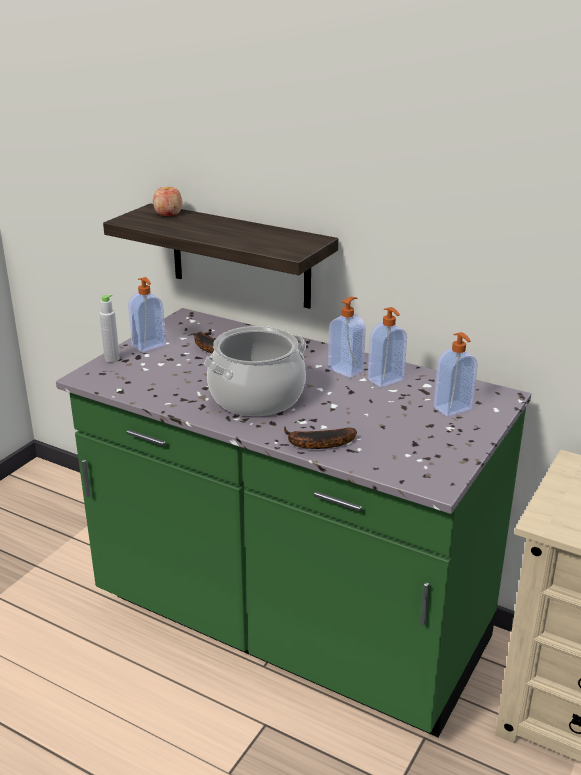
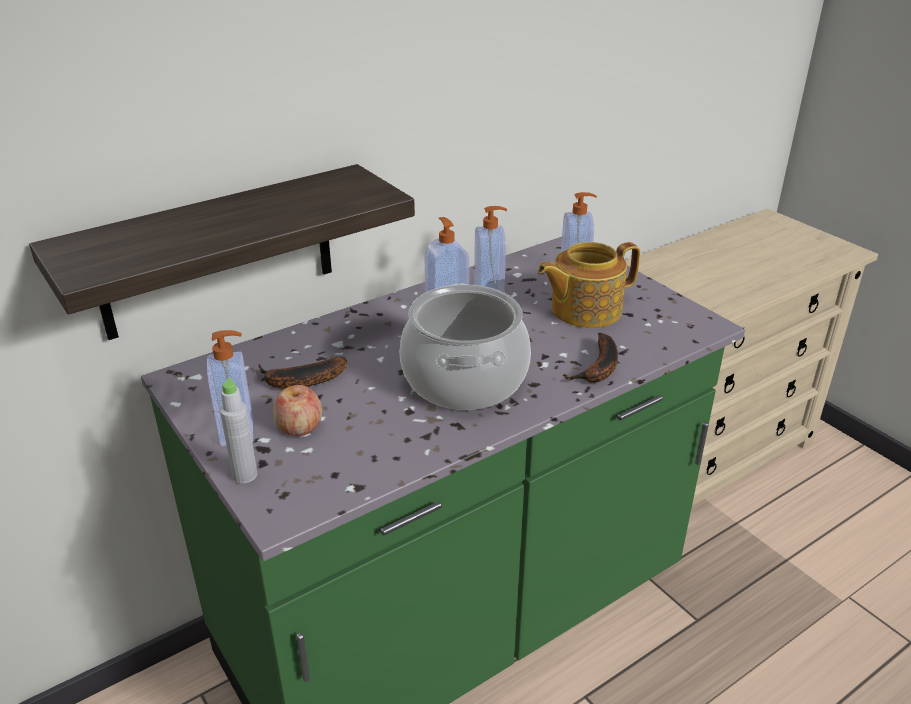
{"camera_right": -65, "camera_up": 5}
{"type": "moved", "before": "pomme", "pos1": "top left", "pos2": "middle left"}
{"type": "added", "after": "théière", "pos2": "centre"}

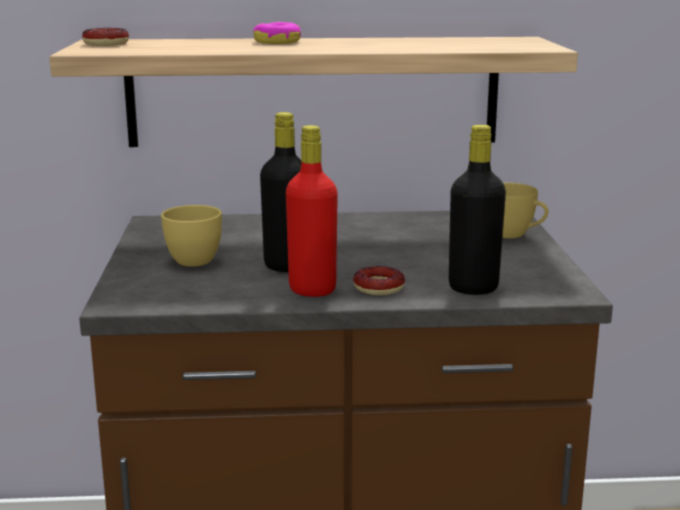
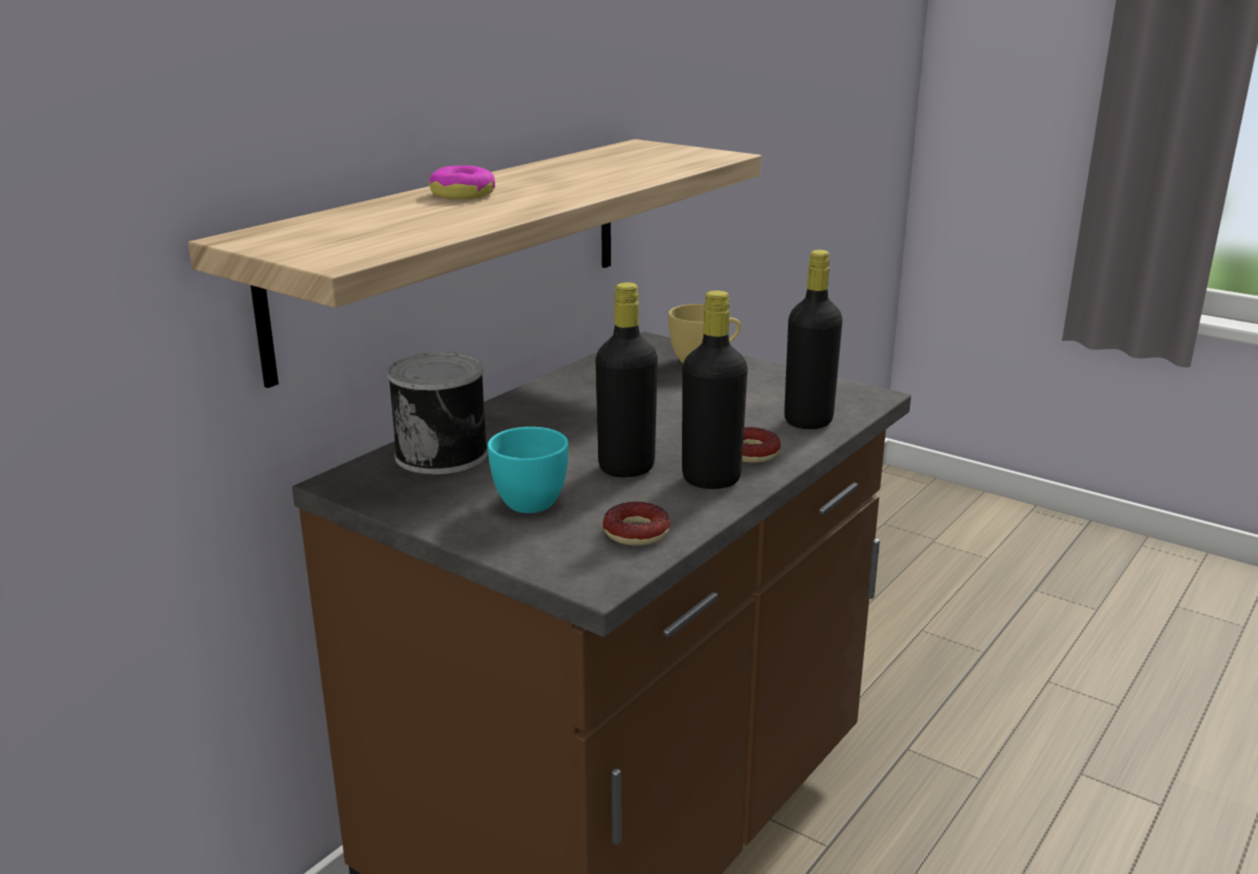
{"camera_right": -50, "camera_up": 5}
{"type": "moved", "before": "beignet (1st from left in the first image)", "after": "beignet (2nd from left)", "pos1": "top left", "pos2": "centre"}
{"type": "recoloured", "before": "tasse (jaune) (1st from left)", "after": "tasse (turquoise)", "pos1": "middle left", "pos2": "centre"}
{"type": "recoloured", "before": "bouteille (rouge)", "after": "bouteille (noir) (2nd from left)", "pos1": "centre", "pos2": "centre"}
{"type": "added", "after": "boîte métallique", "pos2": "centre"}

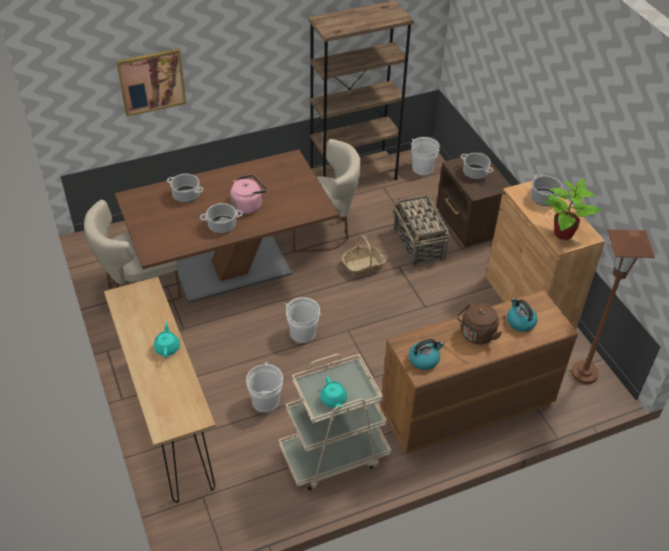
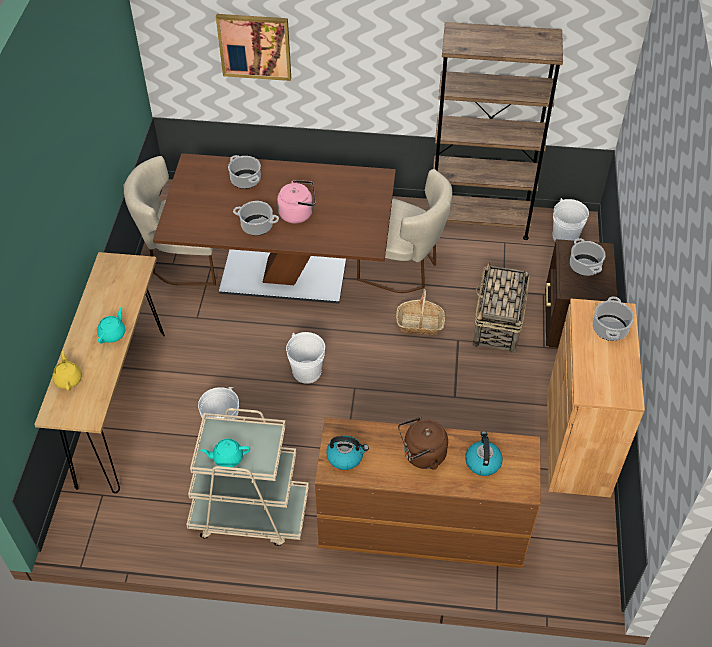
{"camera_right": 30, "camera_up": 5}
{"type": "turned", "before": "théière (turquoise) (2nd from left)", "pos1": "bottom centre", "pos2": "bottom left", "turn": 75}
{"type": "removed", "before": "plante en pot", "pos1": "middle right"}
{"type": "removed", "before": "lampadaire (marron)", "pos1": "middle right"}
{"type": "added", "after": "théière (jaune)", "pos2": "middle left"}

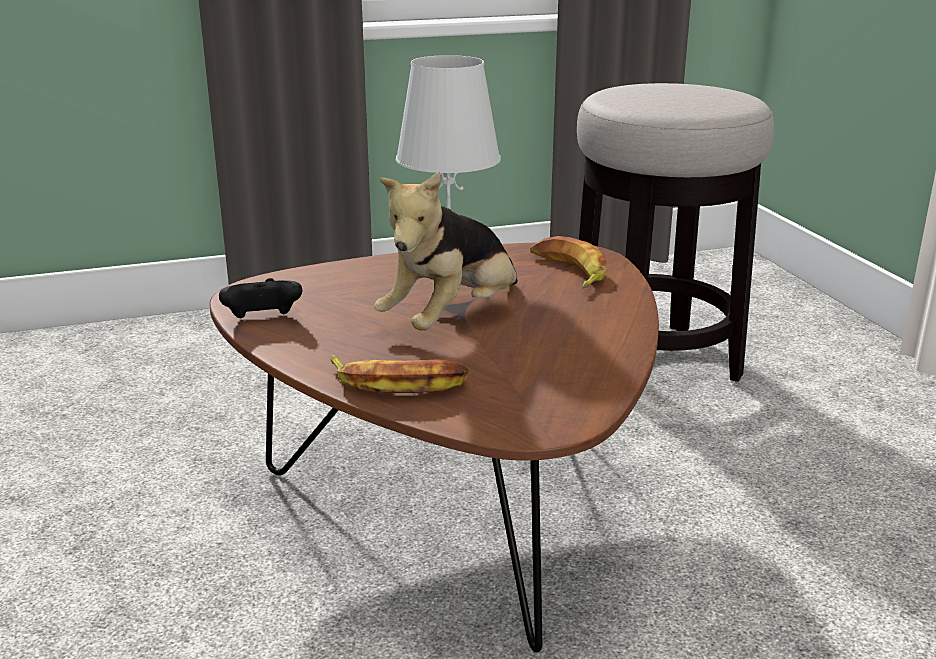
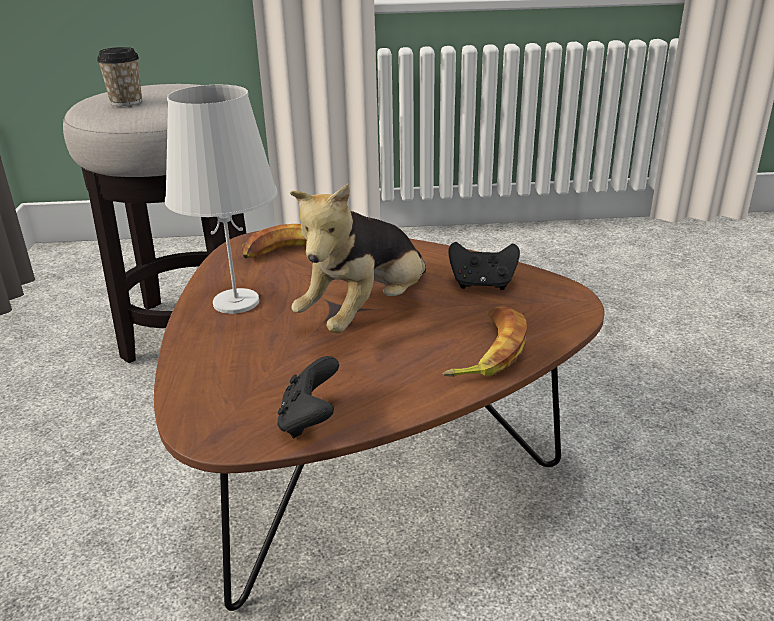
{"camera_right": -75, "camera_up": 5}
{"type": "turned", "before": "peluche", "pos1": "centre", "pos2": "centre", "turn": 75}
{"type": "added", "after": "tasse", "pos2": "top left"}
{"type": "added", "after": "manette (noir) (2nd from left)", "pos2": "centre"}

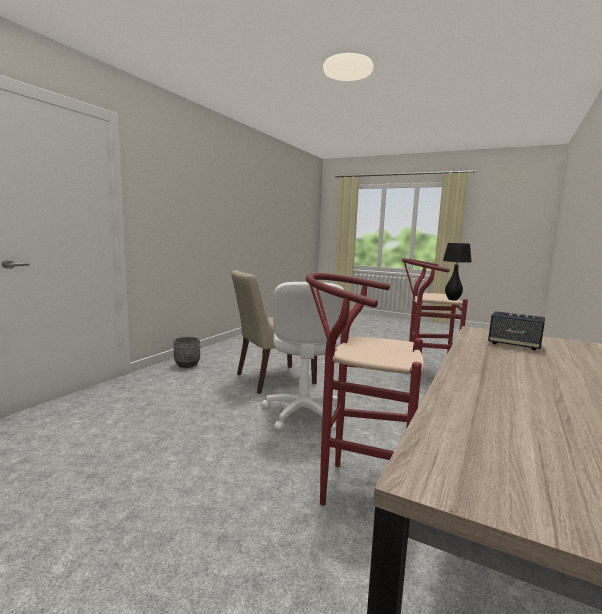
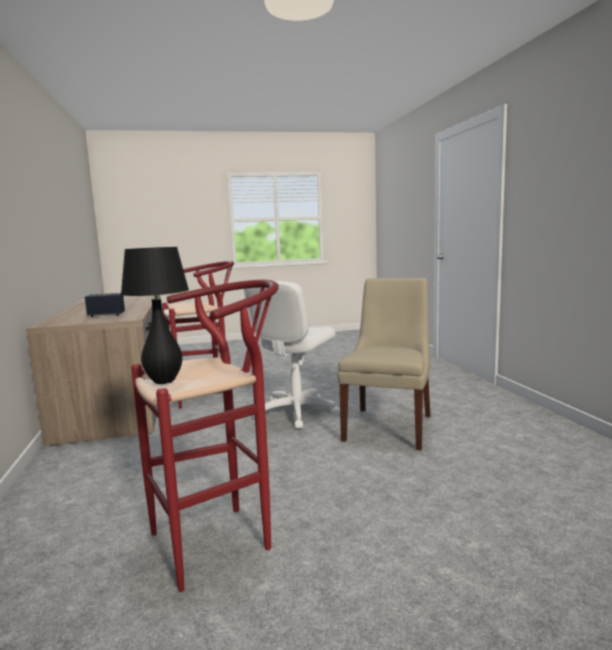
{"camera_right": 140, "camera_up": 0}
{"type": "removed", "before": "cache-pot (gris)", "pos1": "middle left"}
{"type": "turned", "before": "chaise de bureau (blanc)", "pos1": "centre", "pos2": "centre", "turn": -105}

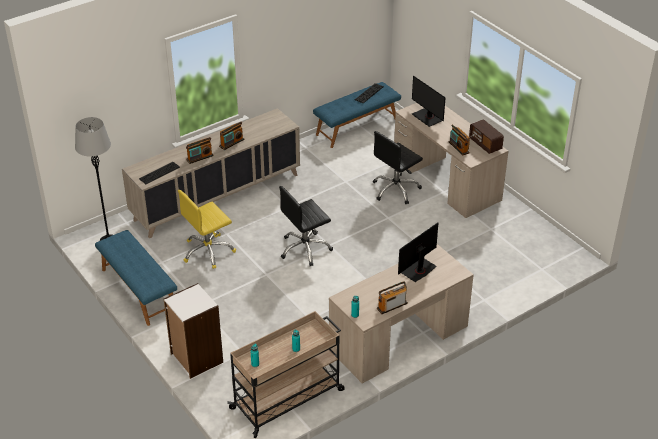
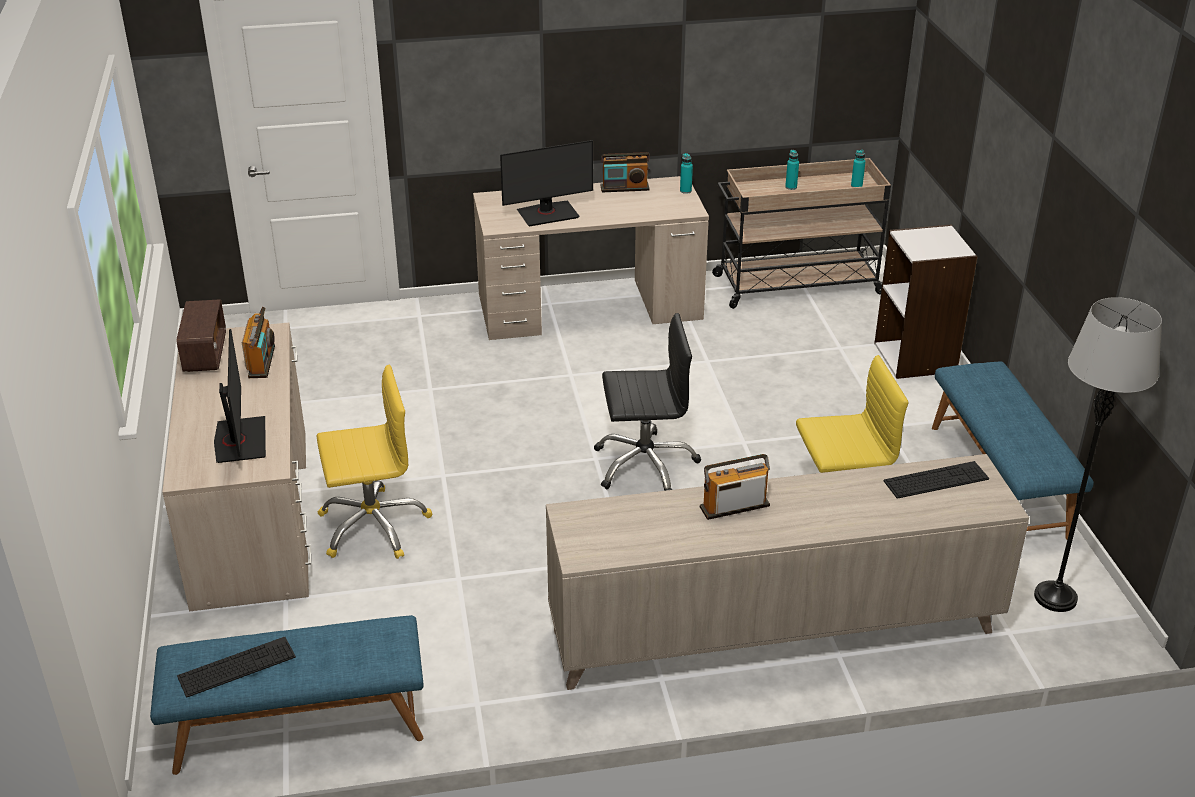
{"camera_right": -155, "camera_up": -5}
{"type": "removed", "before": "radio (1st from left)", "pos1": "middle left"}
{"type": "recoloured", "before": "chaise de bureau (noir) (2nd from left)", "after": "chaise de bureau (jaune) (1st from left)", "pos1": "centre", "pos2": "middle left"}

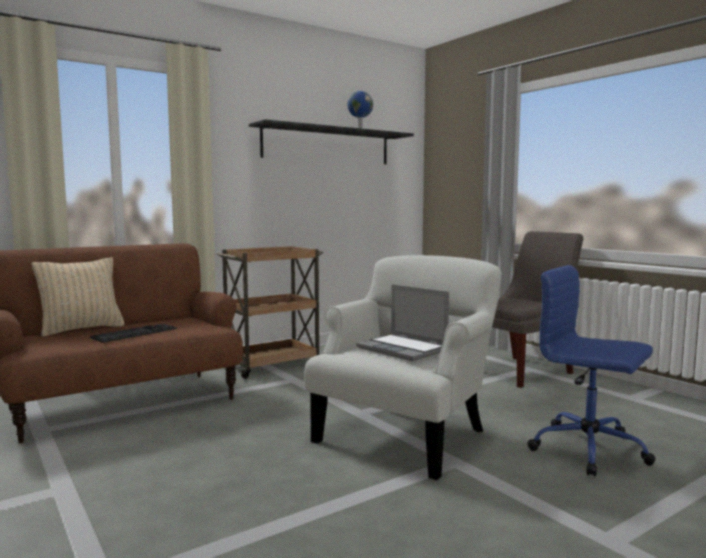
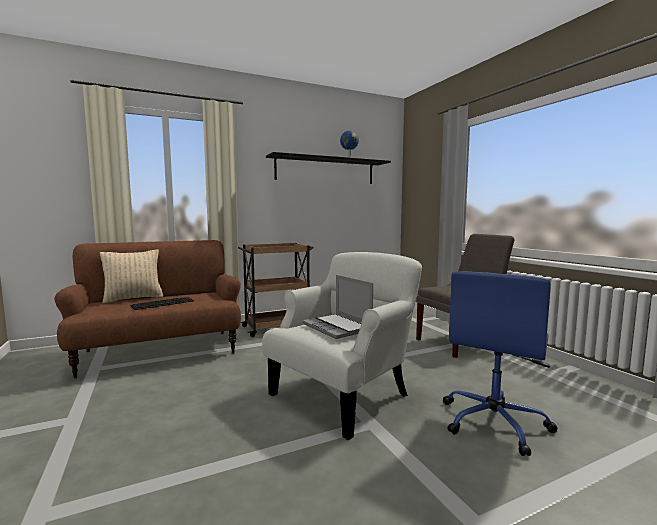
{"camera_right": 10, "camera_up": 0}
{"type": "turned", "before": "chaise de bureau (bleu)", "pos1": "middle right", "pos2": "bottom right", "turn": -105}

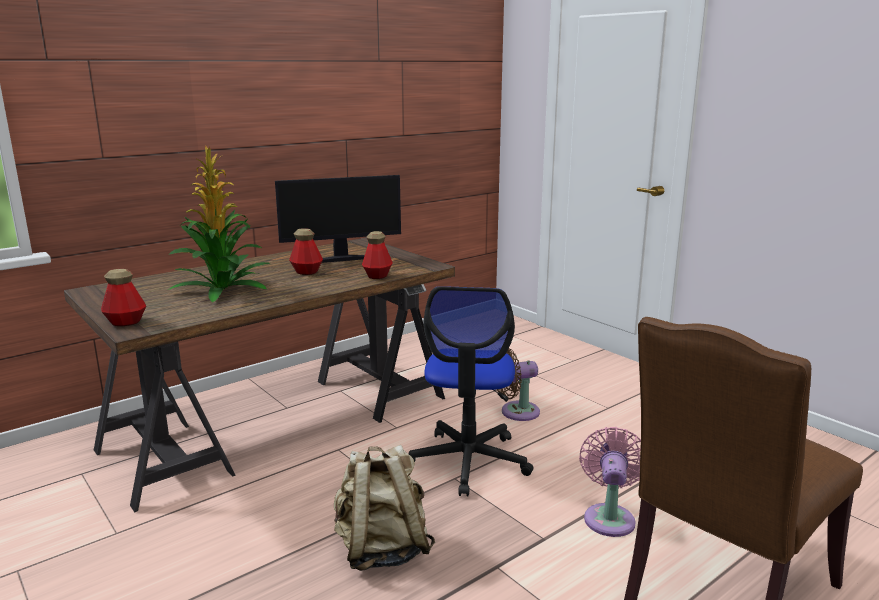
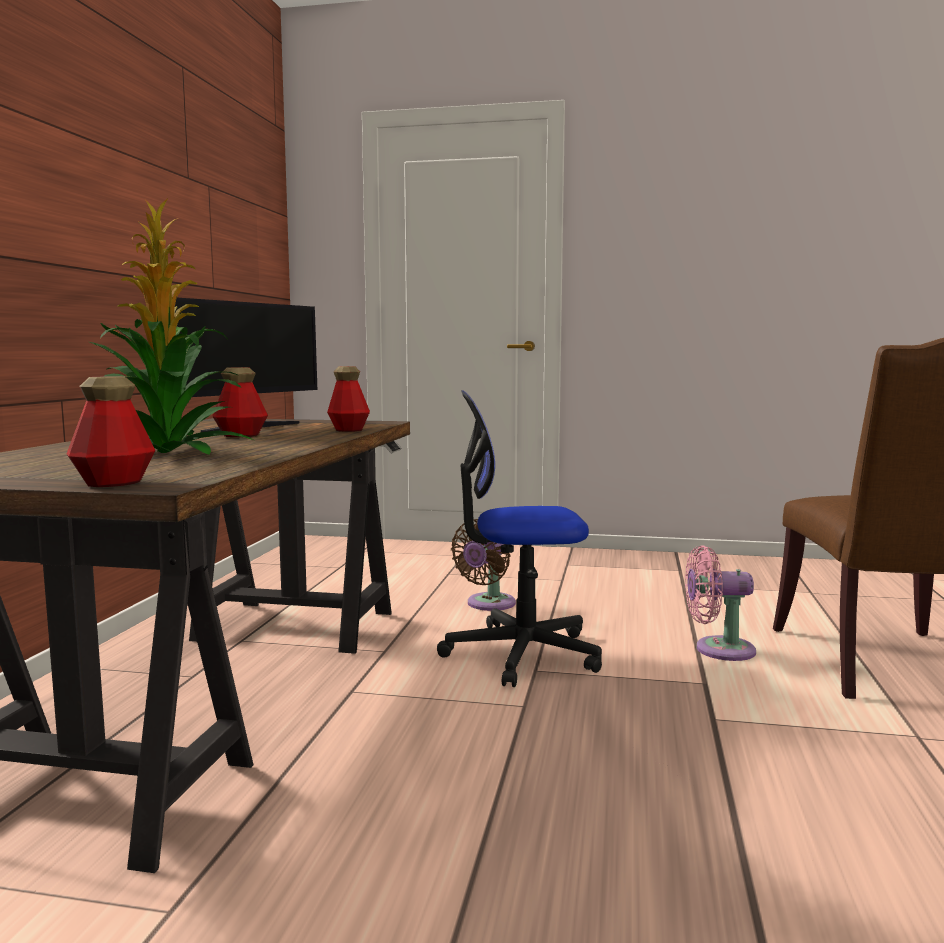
{"camera_right": -40, "camera_up": -10}
{"type": "removed", "before": "sac à dos (beige)", "pos1": "bottom centre"}
{"type": "turned", "before": "chaise de bureau", "pos1": "centre", "pos2": "centre", "turn": 120}
{"type": "turned", "before": "ventilateur (rose)", "pos1": "bottom right", "pos2": "middle right", "turn": -60}

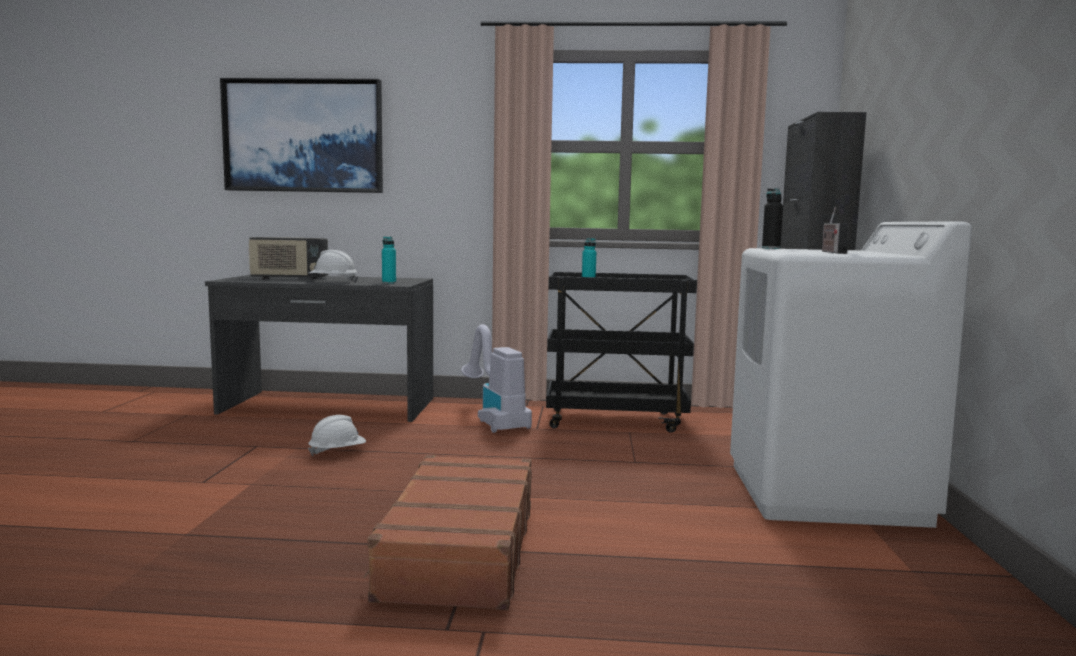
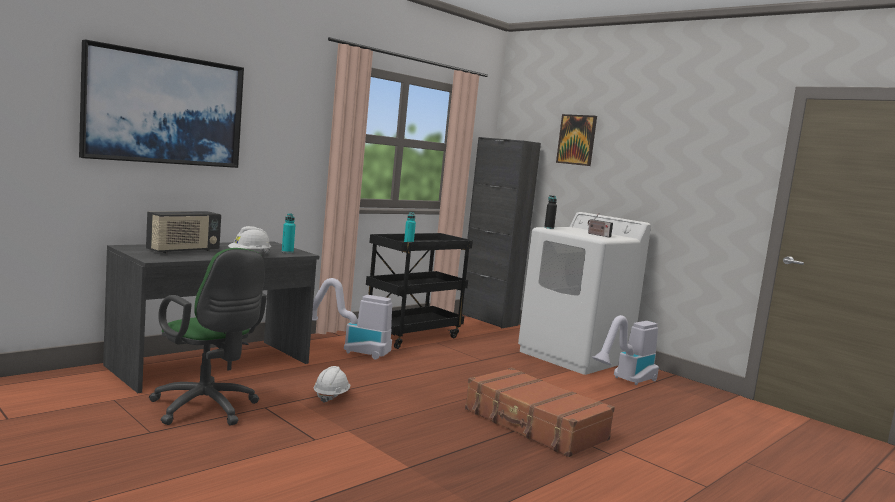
{"camera_right": -50, "camera_up": 0}
{"type": "added", "after": "chaise de bureau (vert)", "pos2": "bottom left"}
{"type": "added", "after": "tableau (2nd from left)", "pos2": "top centre"}
{"type": "added", "after": "aspirateur (2nd from left)", "pos2": "bottom right"}

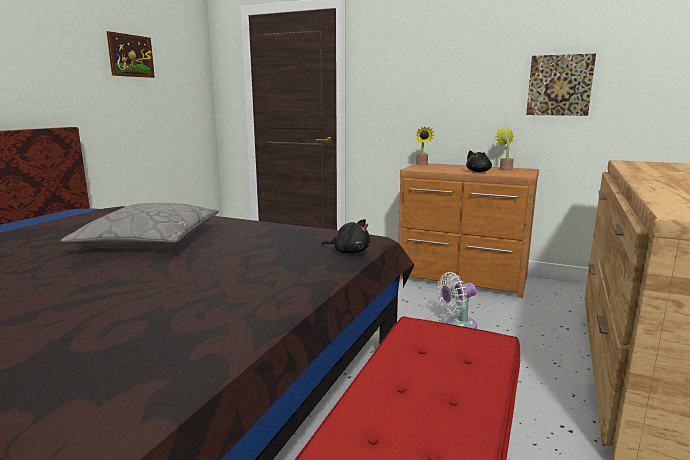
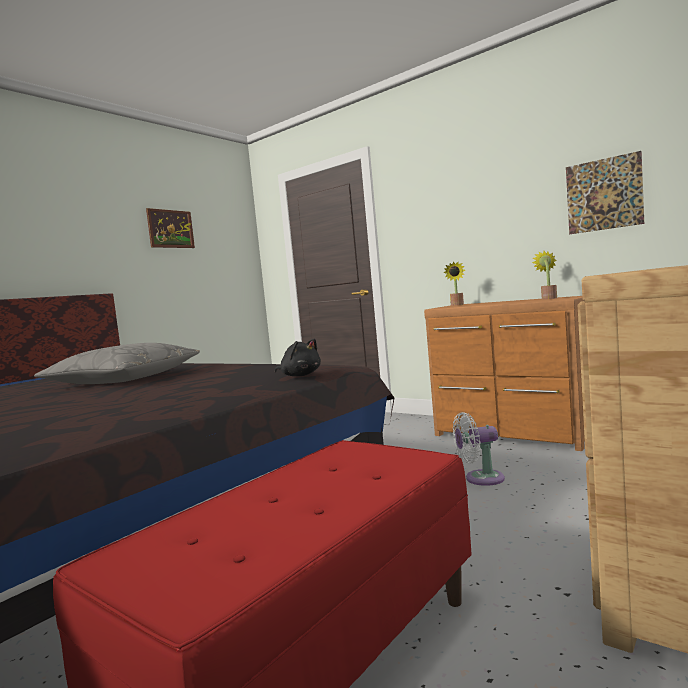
{"camera_right": 15, "camera_up": -10}
{"type": "removed", "before": "peluche (noir) (2nd from left)", "pos1": "middle right"}

